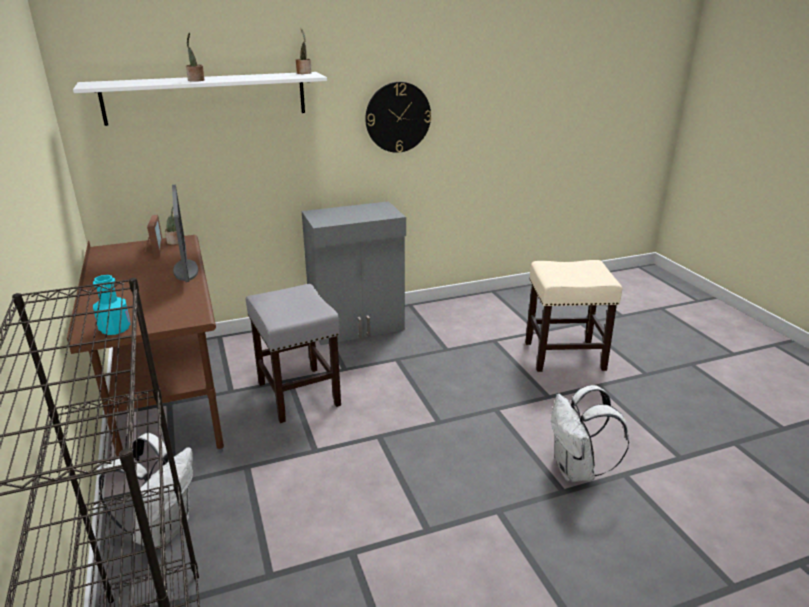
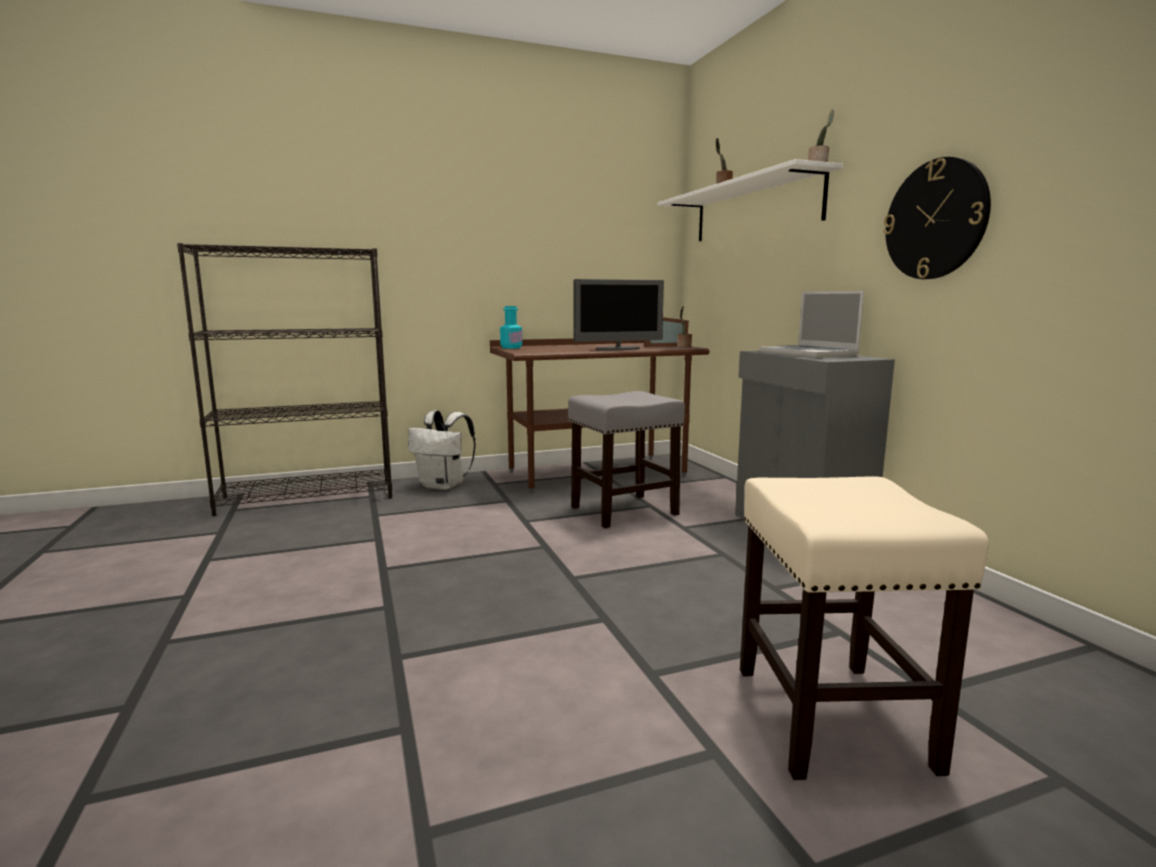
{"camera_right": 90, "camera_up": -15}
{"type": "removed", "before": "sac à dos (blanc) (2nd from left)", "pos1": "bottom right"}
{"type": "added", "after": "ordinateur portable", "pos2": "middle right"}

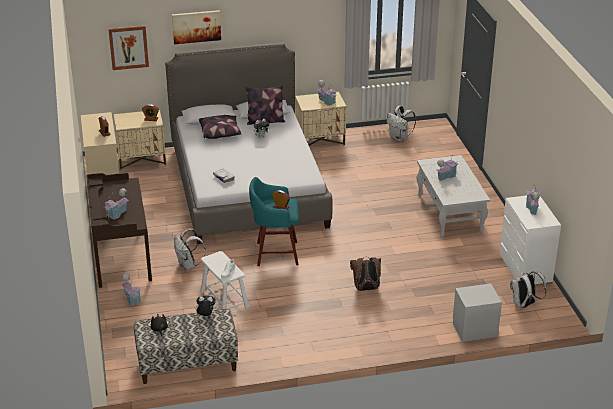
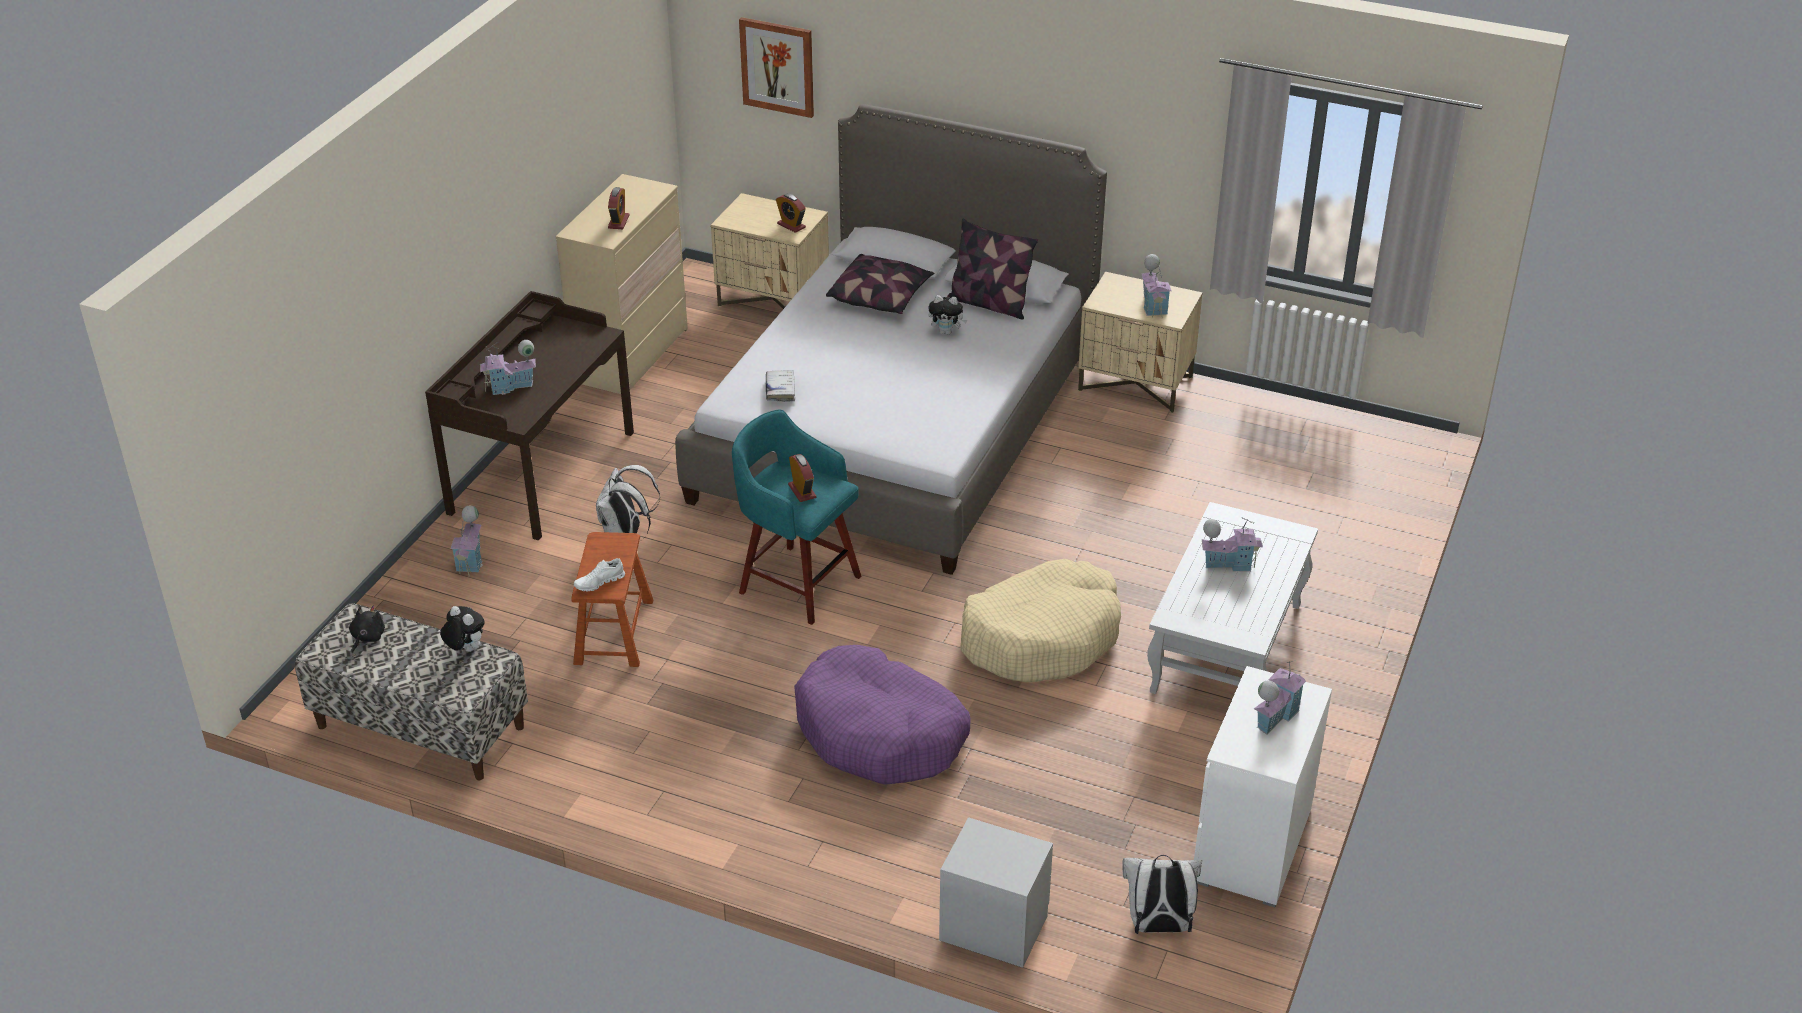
{"camera_right": 35, "camera_up": 5}
{"type": "removed", "before": "tableau (2nd from left)", "pos1": "top left"}
{"type": "recoloured", "before": "tabouret (blanc)", "after": "tabouret (marron)", "pos1": "bottom centre", "pos2": "centre"}
{"type": "replaced", "before": "sac à dos (marron)", "after": "panier pour chien (violet)", "pos1": "bottom centre", "pos2": "bottom centre"}
{"type": "removed", "before": "sac à dos (blanc) (2nd from left)", "pos1": "top centre"}
{"type": "added", "after": "panier pour chien (beige)", "pos2": "centre"}

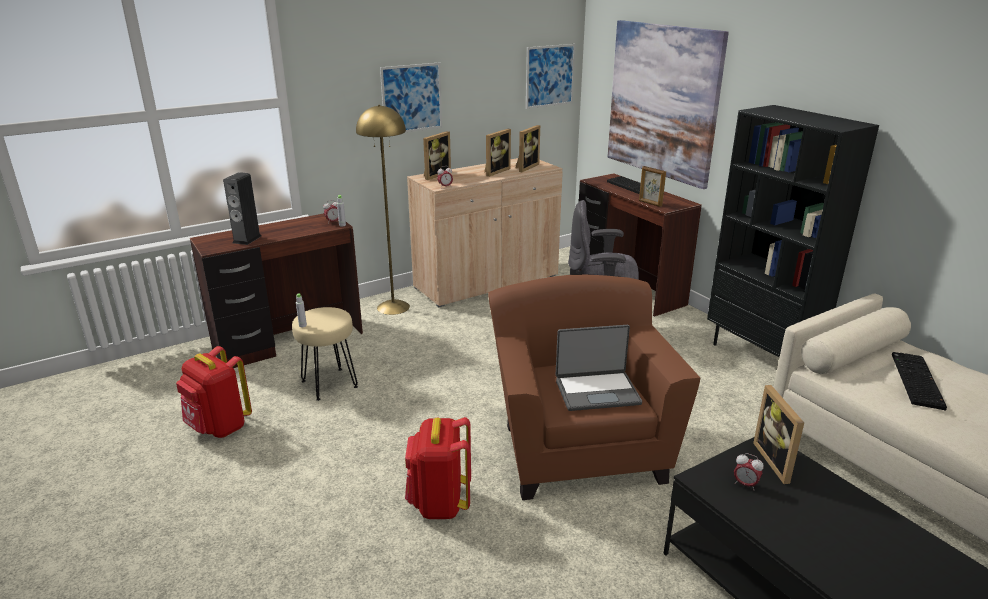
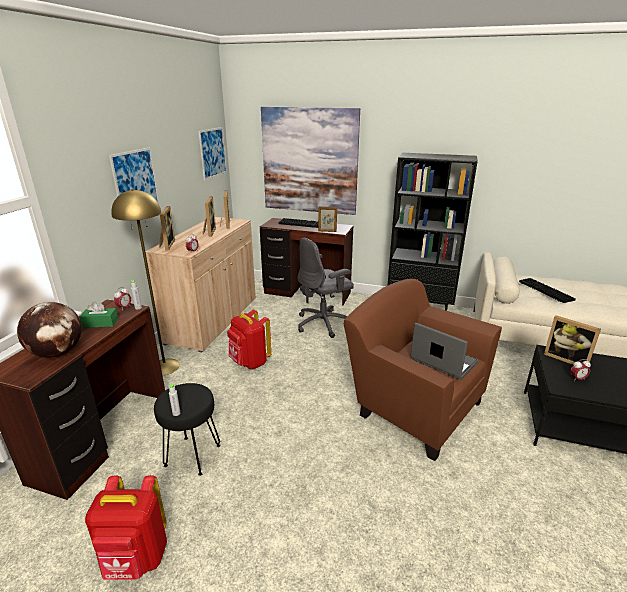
{"camera_right": -40, "camera_up": 0}
{"type": "replaced", "before": "enceinte", "after": "globe", "pos1": "middle left", "pos2": "middle left"}
{"type": "recoloured", "before": "tabouret (beige)", "after": "tabouret (noir)", "pos1": "middle left", "pos2": "bottom left"}
{"type": "moved", "before": "sac à dos (rouge) (2nd from left)", "pos1": "bottom centre", "pos2": "centre"}
{"type": "turned", "before": "ordinateur portable", "pos1": "centre", "pos2": "middle right", "turn": -90}
{"type": "added", "after": "boîte à mouchoirs (vert)", "pos2": "middle left"}

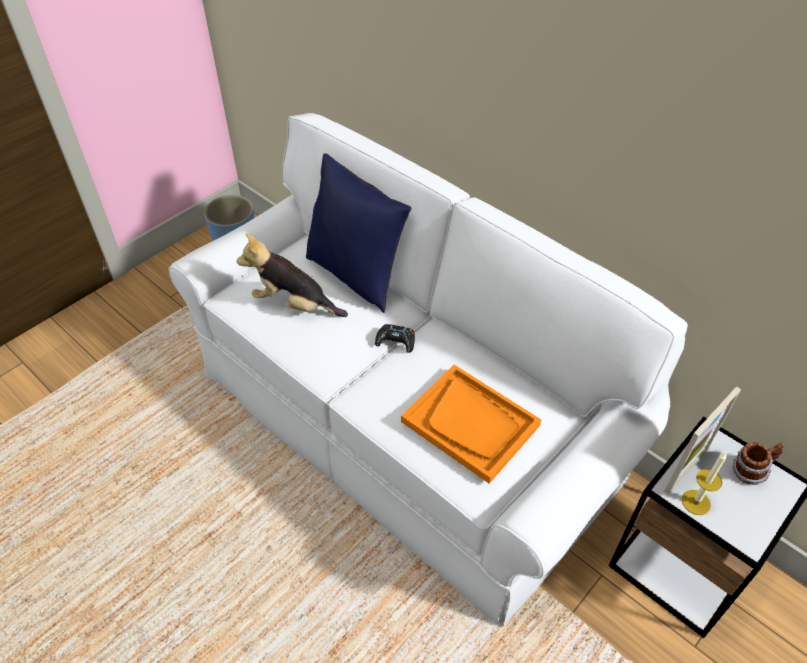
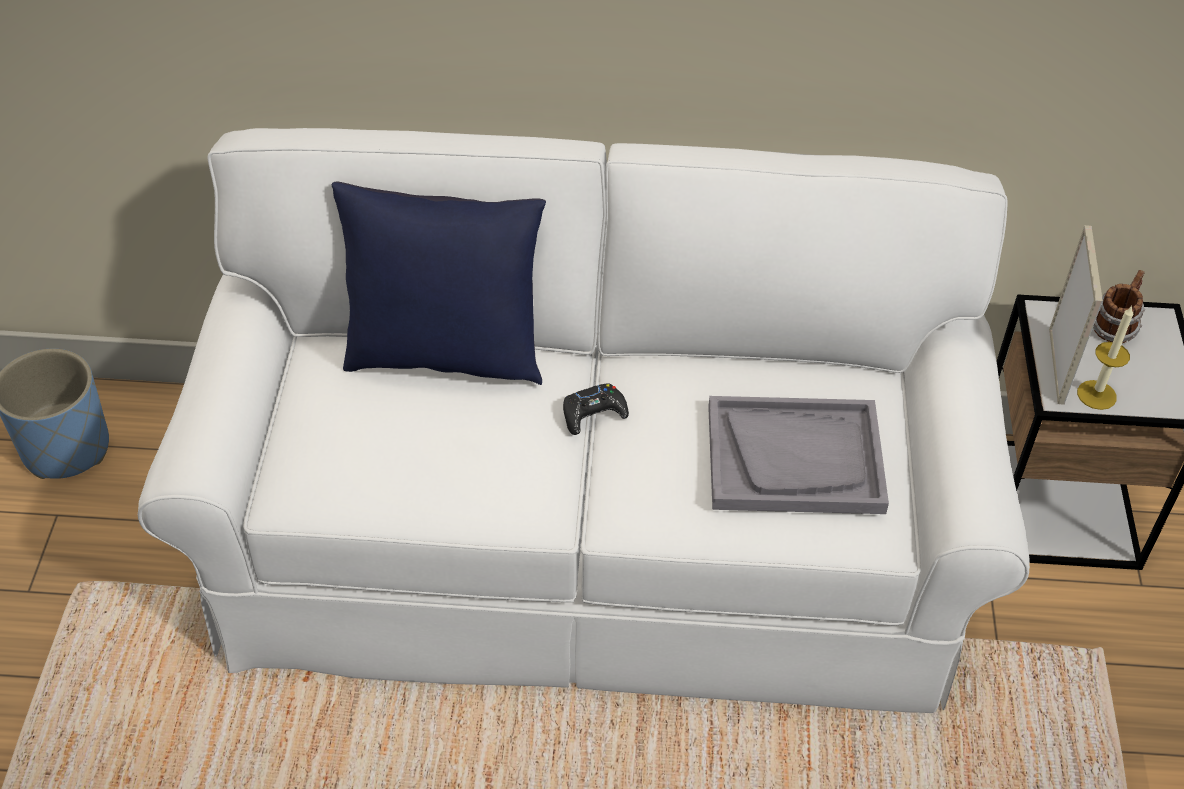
{"camera_right": -40, "camera_up": 0}
{"type": "removed", "before": "peluche", "pos1": "centre"}
{"type": "recoloured", "before": "plateau (orange)", "after": "plateau (gris)", "pos1": "centre", "pos2": "middle right"}

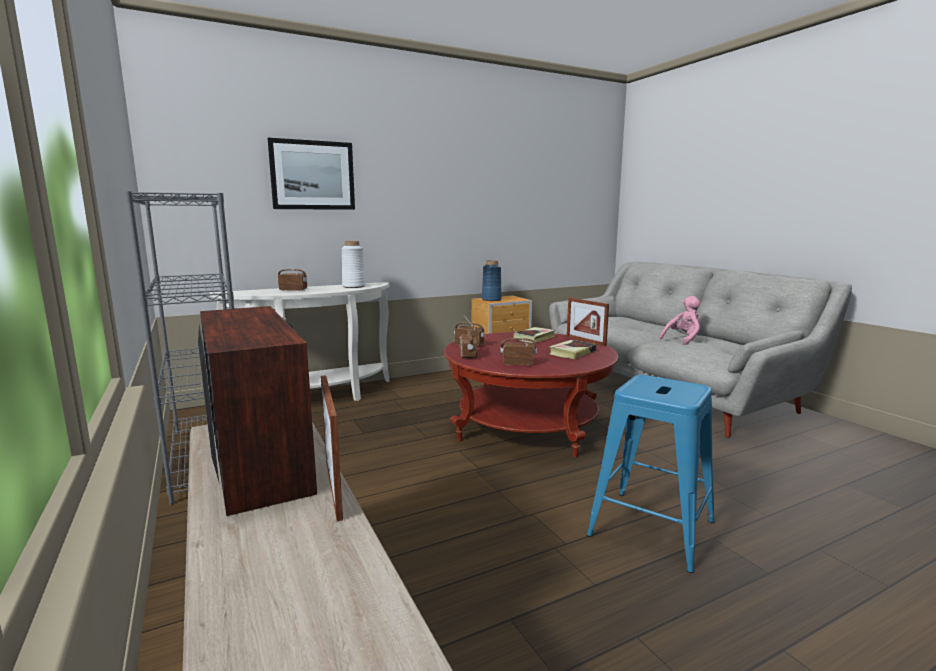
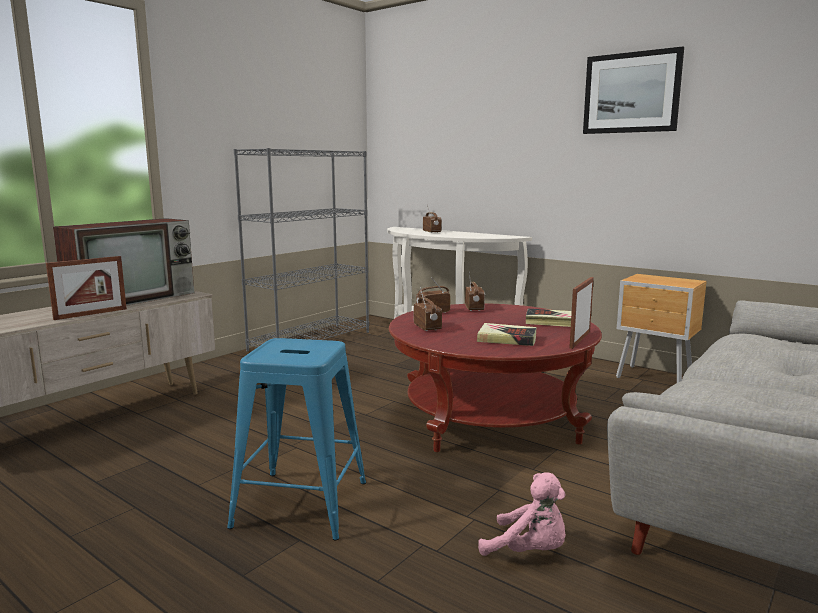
{"camera_right": 65, "camera_up": 0}
{"type": "moved", "before": "tableau", "pos1": "top left", "pos2": "top right"}
{"type": "removed", "before": "vase (blanc)", "pos1": "centre"}
{"type": "removed", "before": "vase (bleu)", "pos1": "centre"}
{"type": "moved", "before": "peluche (rose)", "pos1": "middle right", "pos2": "bottom centre"}

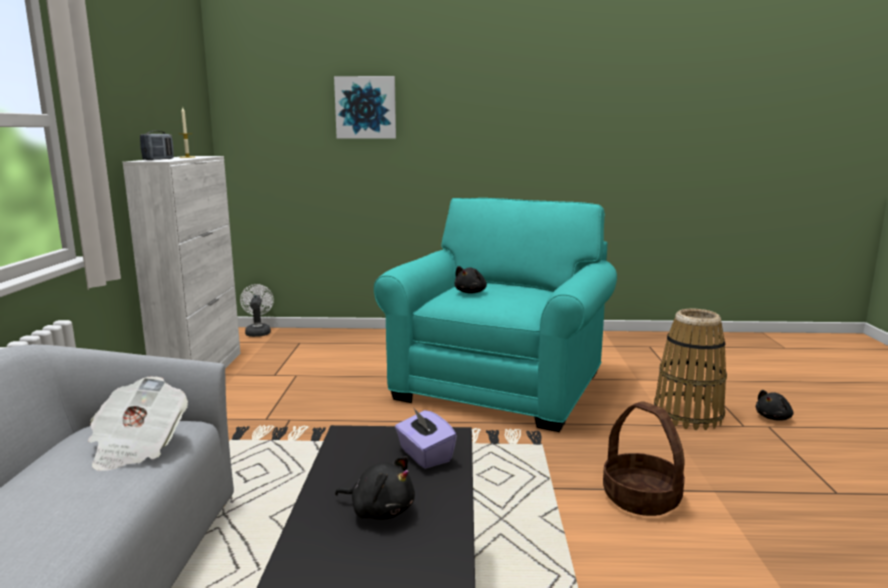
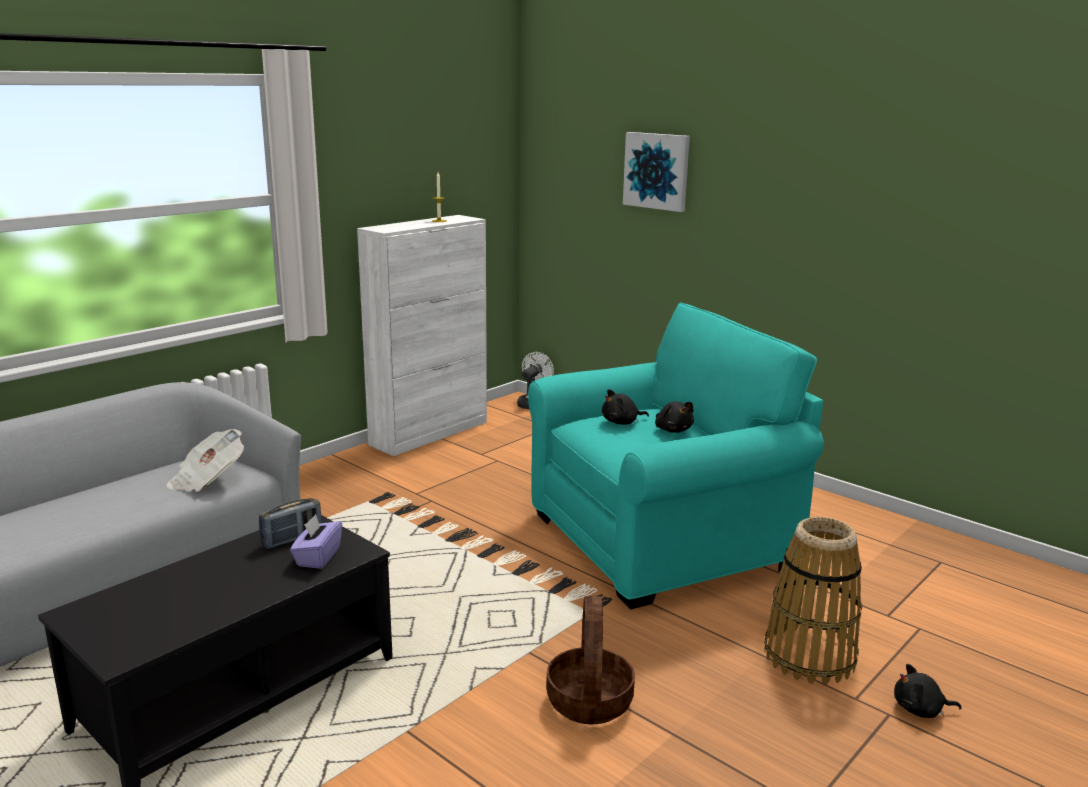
{"camera_right": 40, "camera_up": 5}
{"type": "moved", "before": "radio", "pos1": "top left", "pos2": "middle left"}
{"type": "moved", "before": "peluche (noir) (1st from left in the first image)", "after": "peluche (noir) (2nd from left)", "pos1": "bottom centre", "pos2": "centre"}

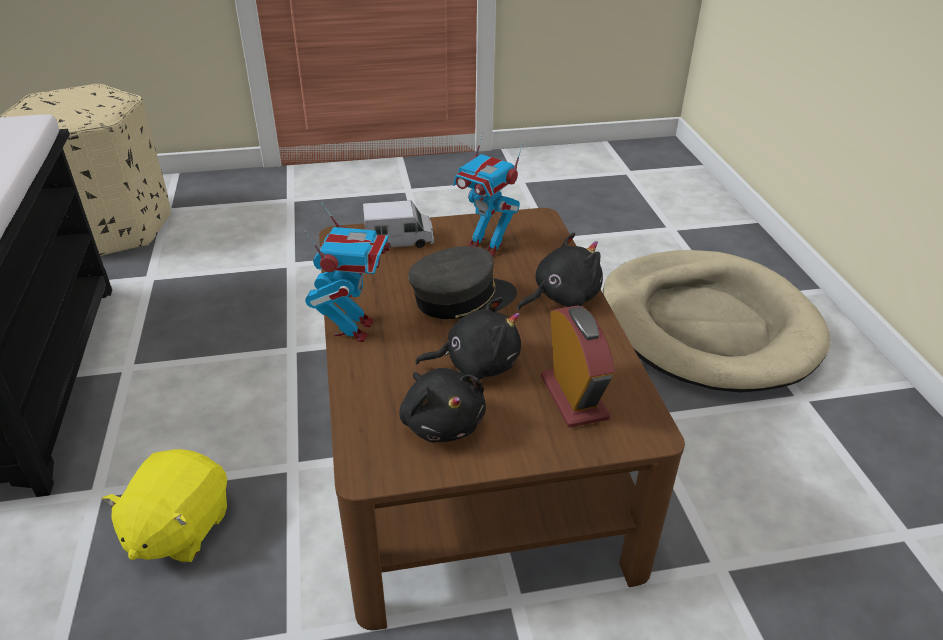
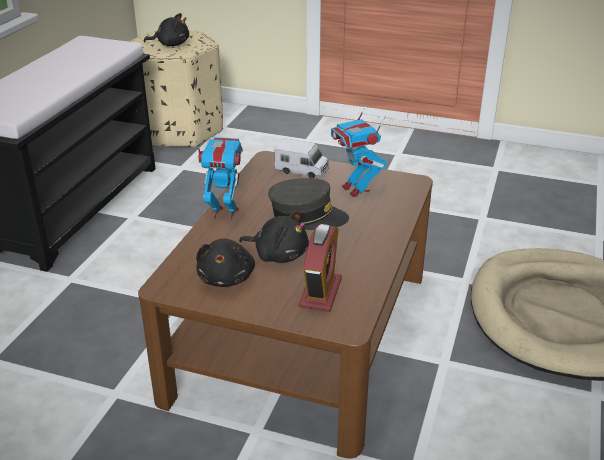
{"camera_right": 30, "camera_up": -5}
{"type": "removed", "before": "peluche (jaune)", "pos1": "bottom left"}
{"type": "turned", "before": "robot jouet (1st from left)", "pos1": "centre", "pos2": "centre", "turn": -120}
{"type": "moved", "before": "peluche (noir) (3rd from left in the first image)", "after": "peluche (noir) (1st from left)", "pos1": "centre", "pos2": "top left"}

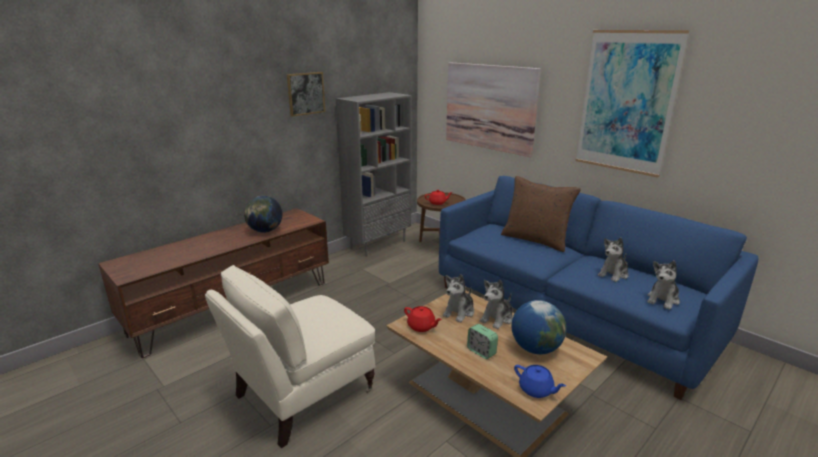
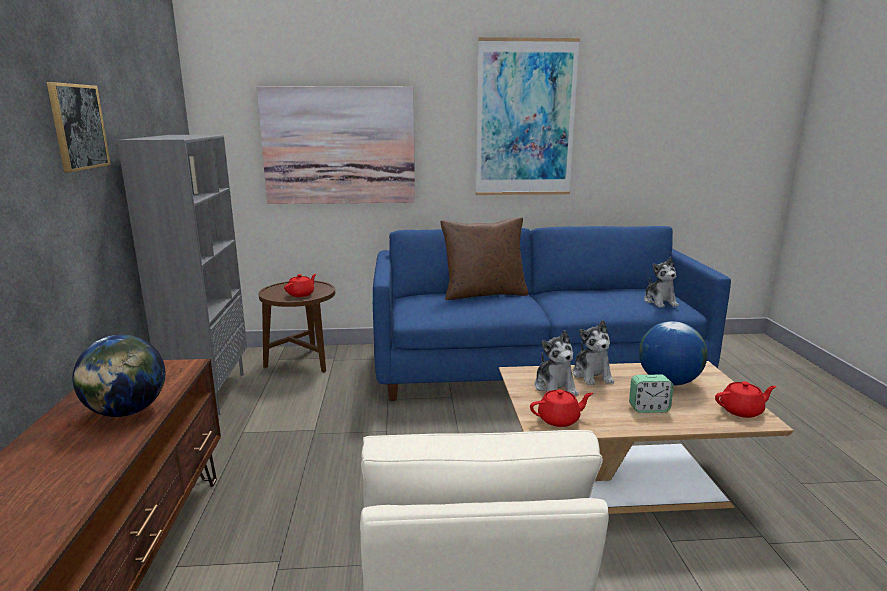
{"camera_right": -50, "camera_up": -5}
{"type": "recoloured", "before": "théière (bleu)", "after": "théière (rouge) (3rd from left)", "pos1": "bottom centre", "pos2": "bottom right"}
{"type": "removed", "before": "peluche (3rd from left)", "pos1": "middle right"}

